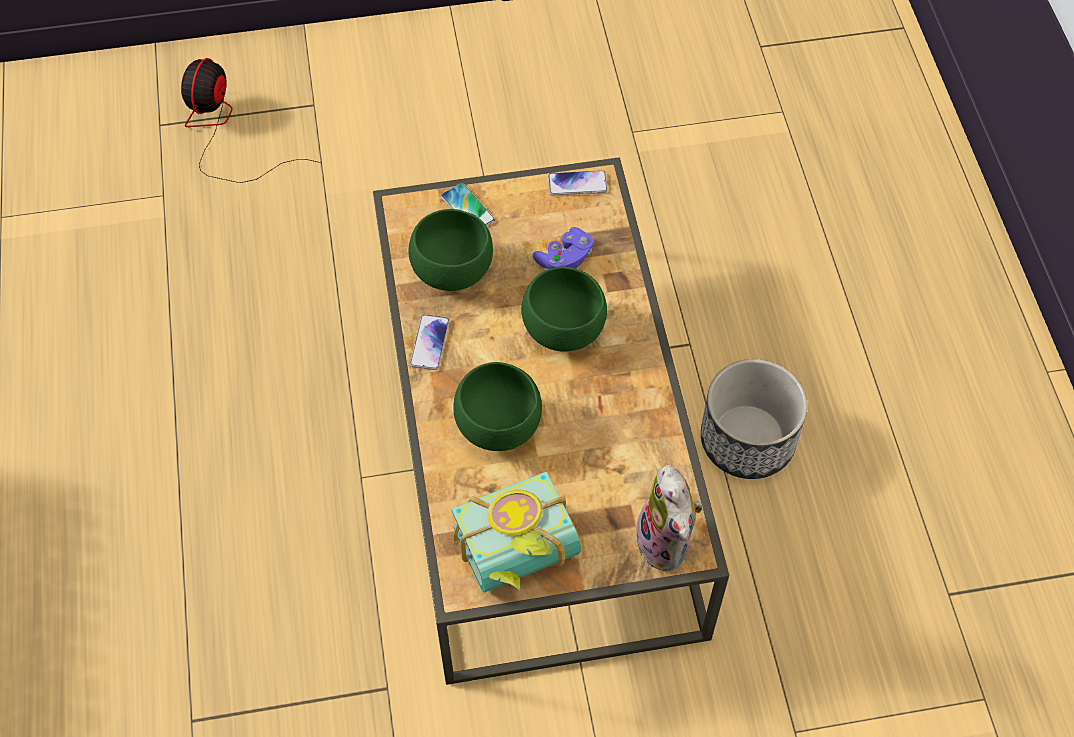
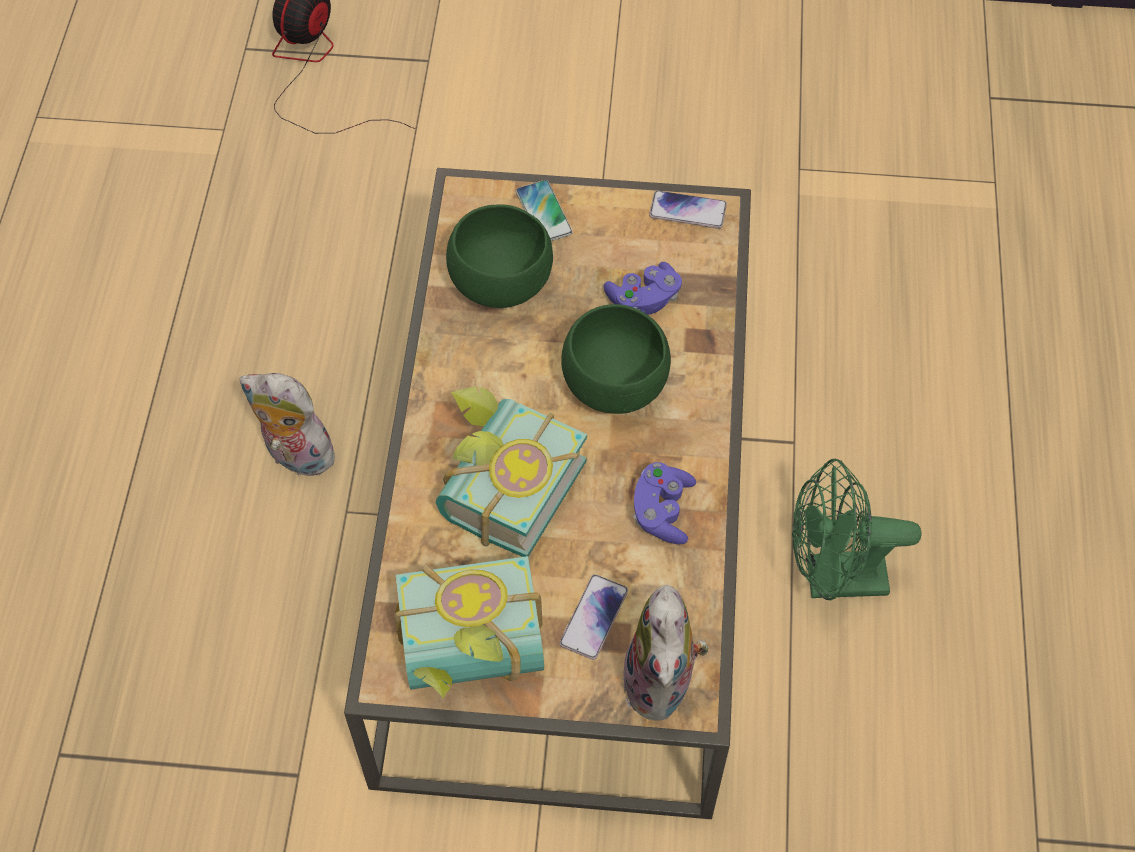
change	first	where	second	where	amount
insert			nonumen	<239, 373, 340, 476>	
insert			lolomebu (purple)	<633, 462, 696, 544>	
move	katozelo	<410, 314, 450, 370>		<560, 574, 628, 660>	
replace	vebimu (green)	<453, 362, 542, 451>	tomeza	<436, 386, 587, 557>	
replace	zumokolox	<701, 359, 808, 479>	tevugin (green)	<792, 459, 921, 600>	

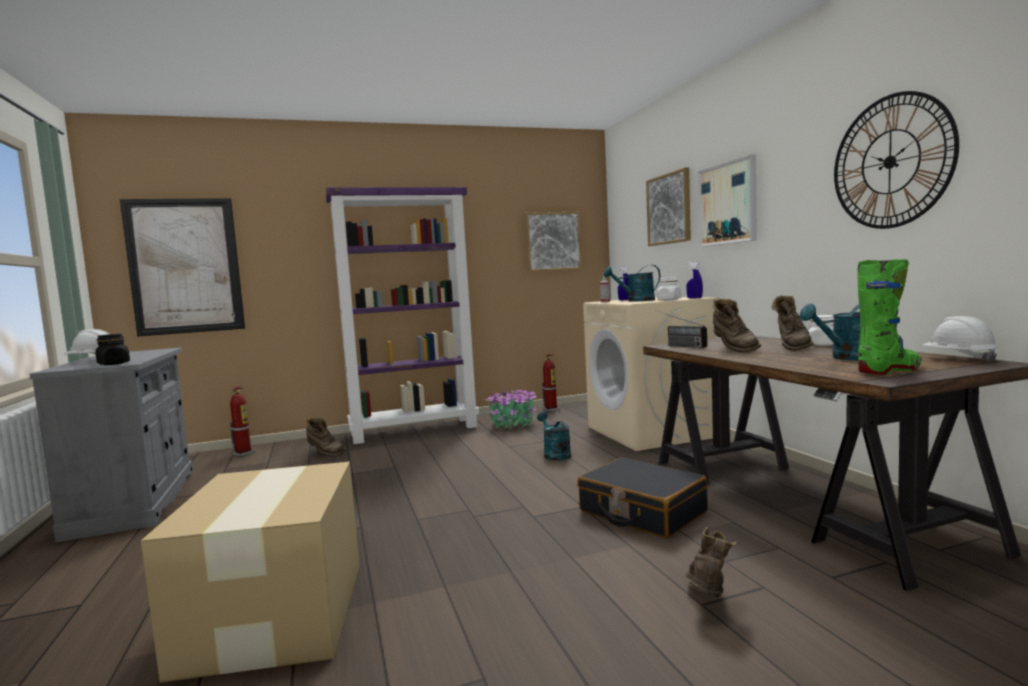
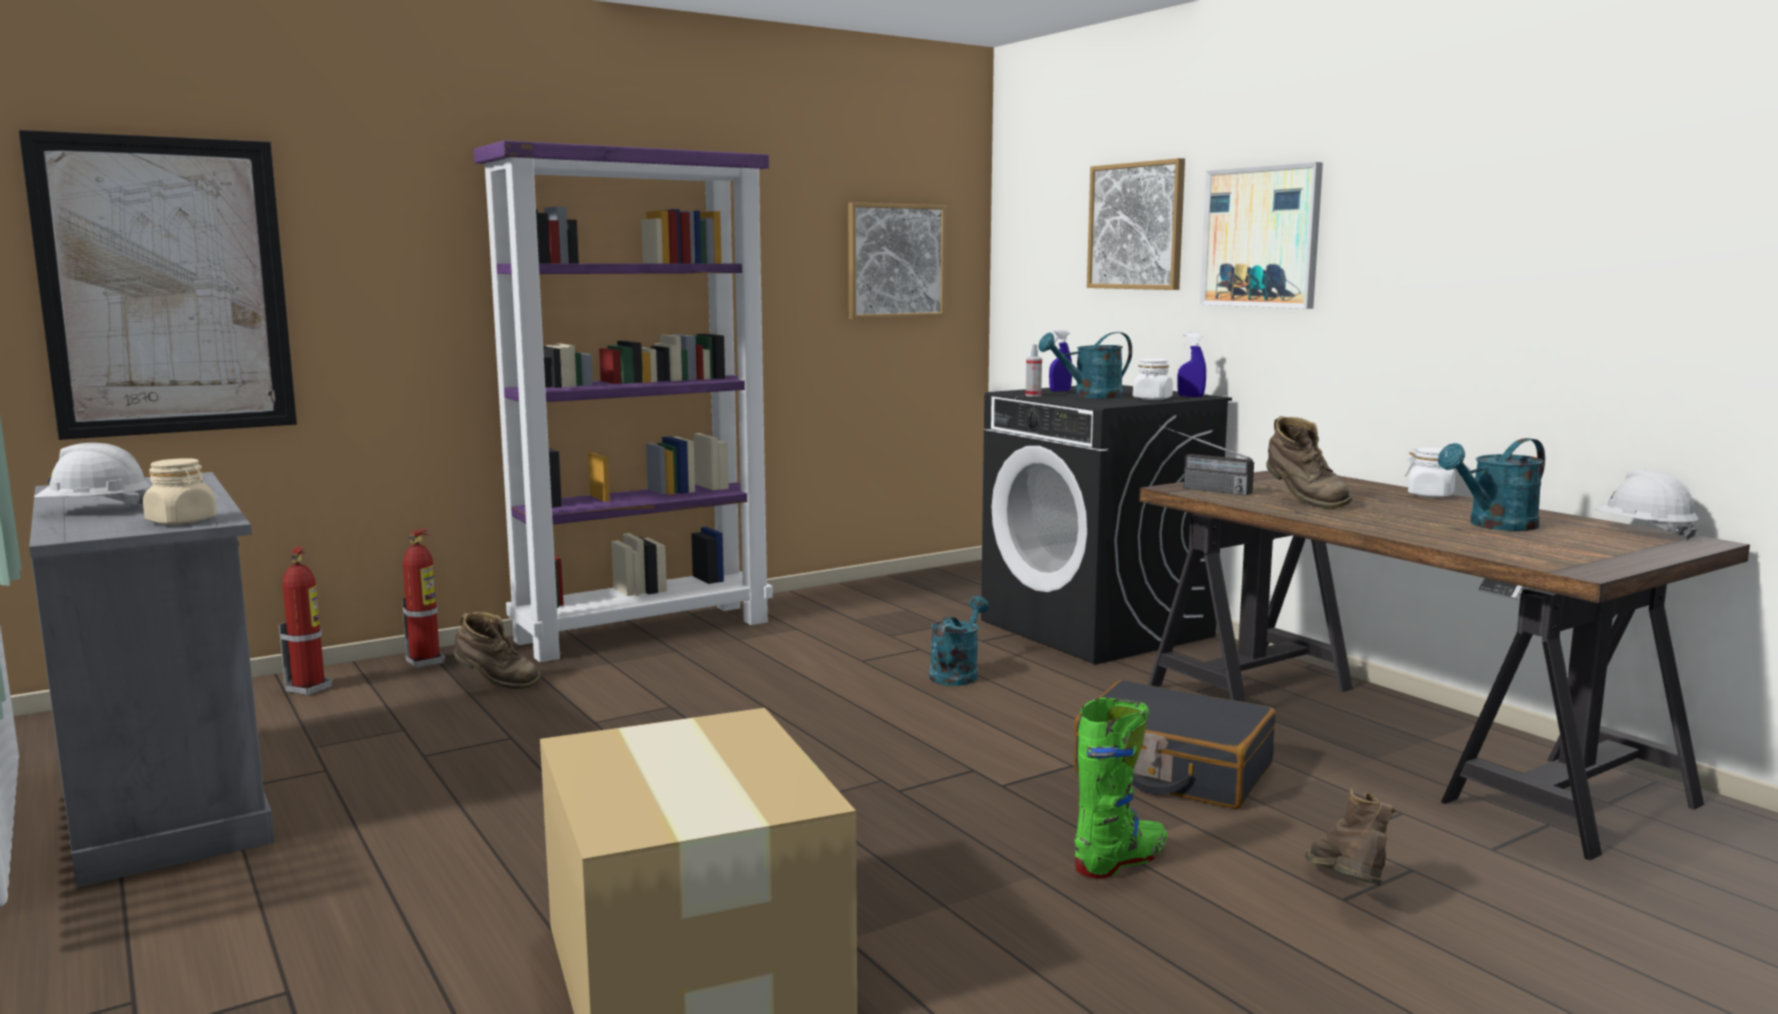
change	first	where	second	where	amount
delete	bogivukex	<485, 388, 537, 429>			
delete	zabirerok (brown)	<771, 295, 814, 351>			
delete	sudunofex	<834, 91, 959, 229>			
move	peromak	<542, 353, 559, 412>		<402, 528, 445, 668>	
move	zabirerok (green)	<857, 259, 922, 375>		<1075, 698, 1167, 879>	
recolor	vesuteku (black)	<96, 334, 130, 365>	vesuteku (beige)	<143, 458, 217, 525>	
recolor	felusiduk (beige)	<583, 297, 719, 451>	felusiduk (black)	<981, 385, 1232, 665>	
rotate	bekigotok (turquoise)	<537, 412, 571, 461>		<929, 596, 989, 686>	60 degrees clockwise

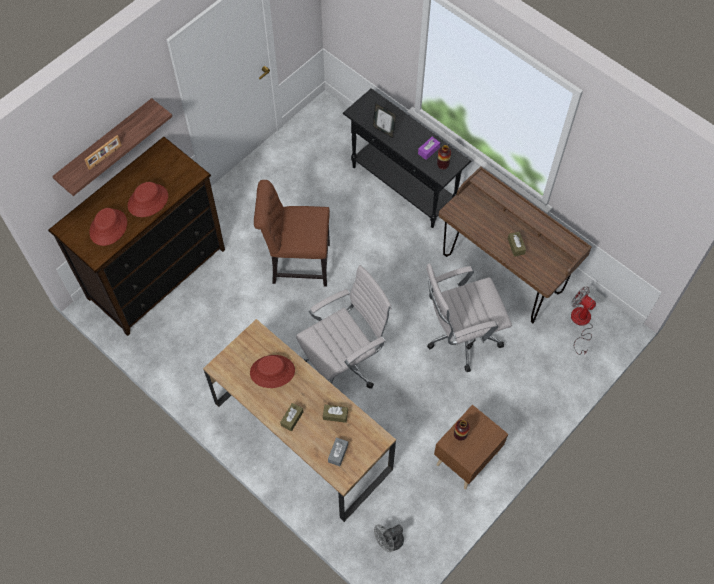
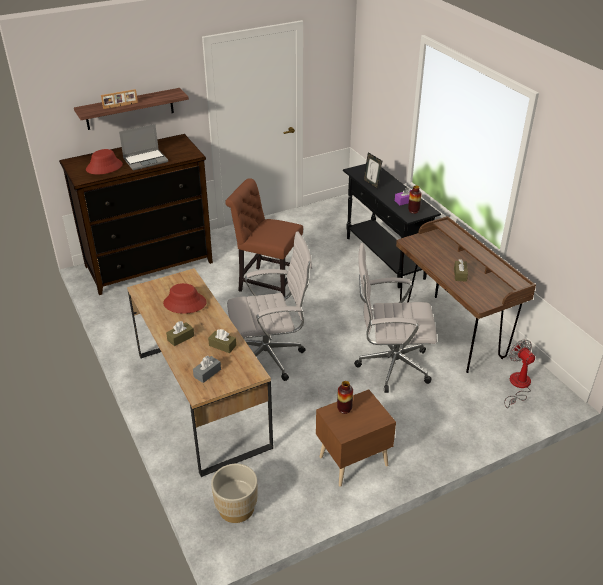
change	first	where	second	where	amount
replace	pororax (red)	<128, 182, 168, 217>	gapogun	<119, 124, 168, 170>	
replace	tevugin (grey)	<374, 524, 404, 552>	zumokolox (beige)	<211, 464, 258, 523>	

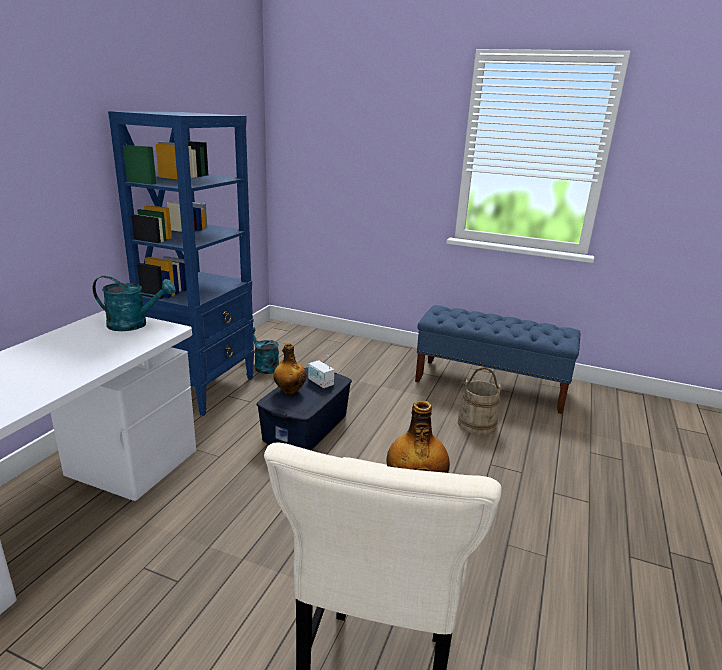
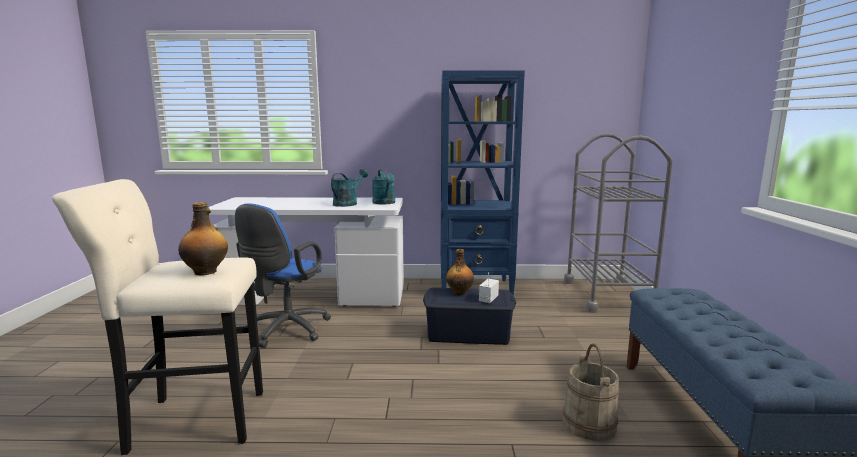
change	first	where	second	where	amount
insert			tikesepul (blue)	<235, 203, 331, 348>	
insert			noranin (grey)	<564, 133, 673, 313>	
move	bekigotok (turquoise)	<253, 327, 279, 374>		<331, 169, 368, 207>	

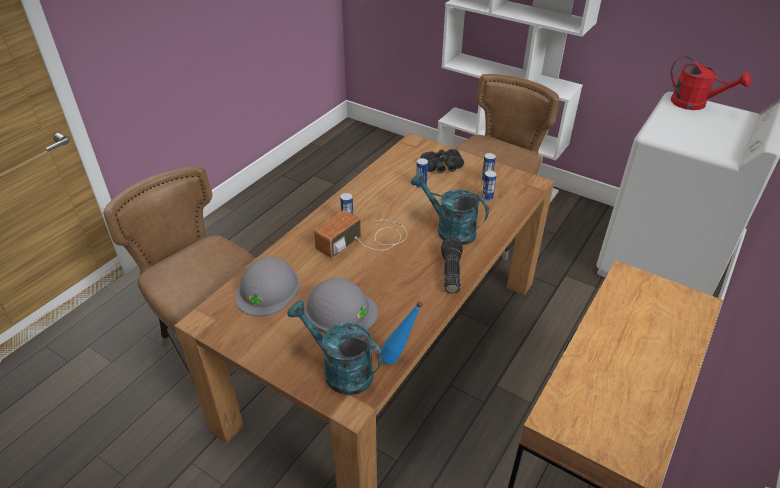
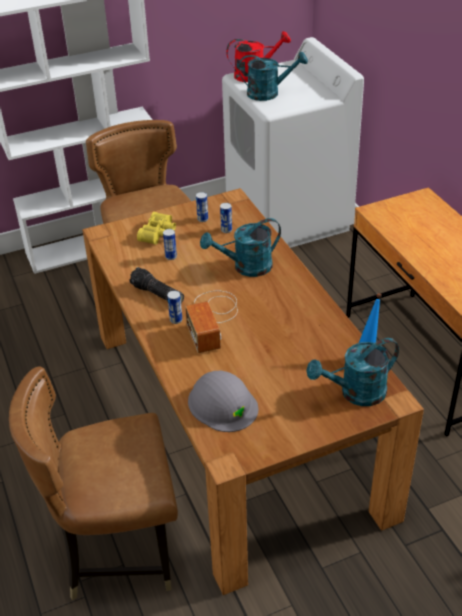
change	first	where	second	where	amount
delete	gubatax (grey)	<305, 278, 378, 331>			
insert			bekigotok (turquoise)	<239, 51, 308, 101>	
move	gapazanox	<441, 237, 463, 294>		<129, 267, 184, 303>	
recolor	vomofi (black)	<420, 149, 464, 173>	vomofi (yellow)	<137, 212, 176, 245>	

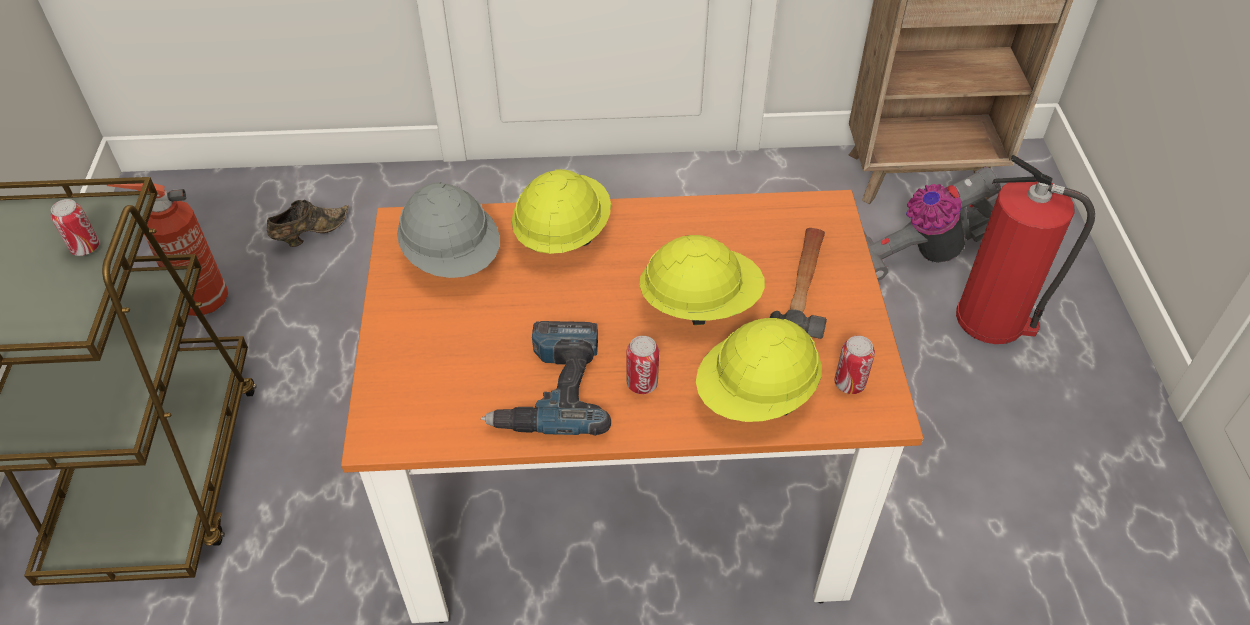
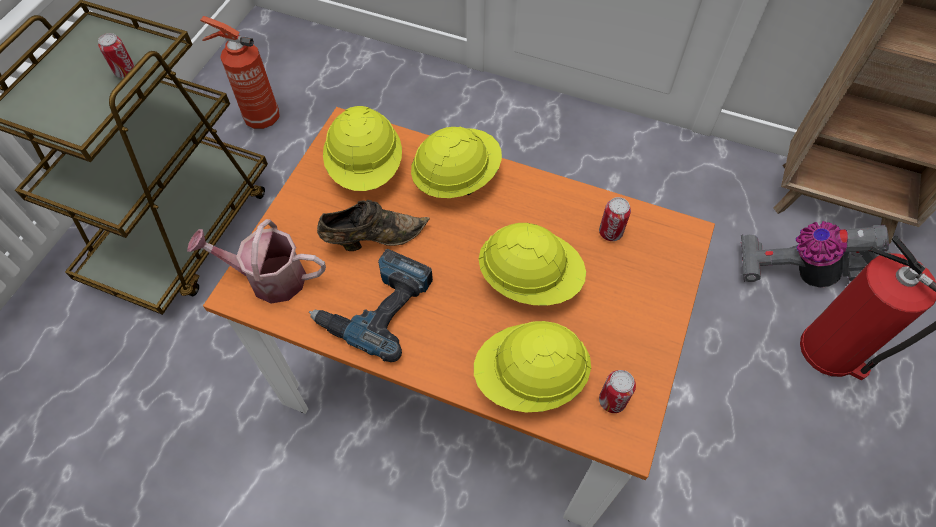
change	first	where	second	where	amount
delete	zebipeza	<770, 228, 827, 339>			
insert			bekigotok	<187, 219, 326, 303>	
move	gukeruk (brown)	<267, 200, 349, 247>		<317, 200, 430, 251>	
move	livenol	<627, 336, 659, 394>		<599, 197, 631, 241>	
recolor	gubatax (grey)	<397, 182, 500, 278>	gubatax (yellow)	<323, 106, 402, 191>	

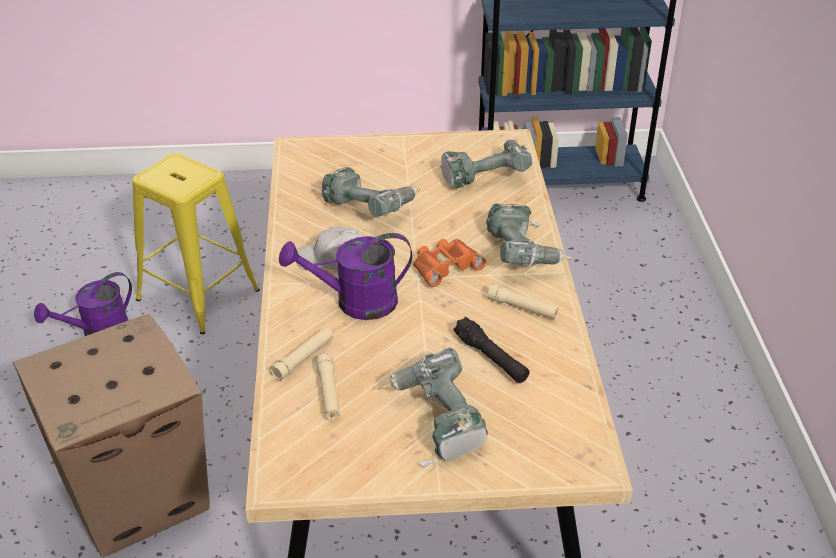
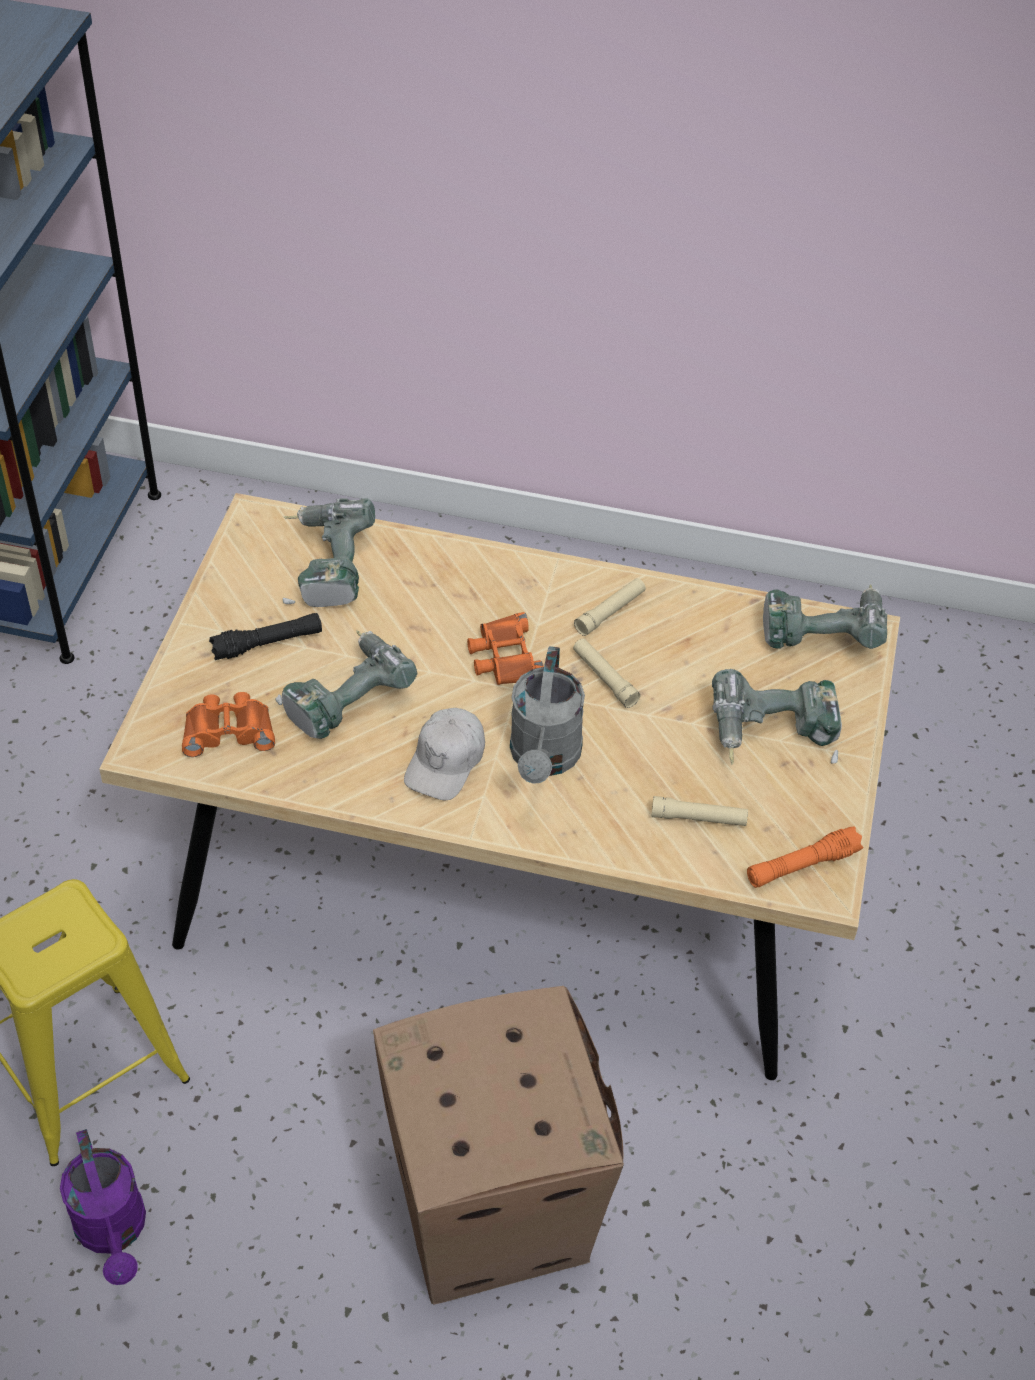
change	first	where	second	where	amount
insert			vomofi (orange)	<182, 692, 275, 757>	
insert			gapazanox (orange)	<747, 826, 864, 888>	
move	gapazanox (beige)	<270, 327, 333, 381>		<573, 638, 641, 708>	
move	gapazanox (black)	<453, 317, 530, 383>		<209, 613, 322, 660>	
move	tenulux	<486, 203, 575, 266>		<763, 585, 887, 649>	
recolor	bekigotok (purple)	<279, 233, 412, 320>	bekigotok (grey)	<510, 646, 585, 784>	

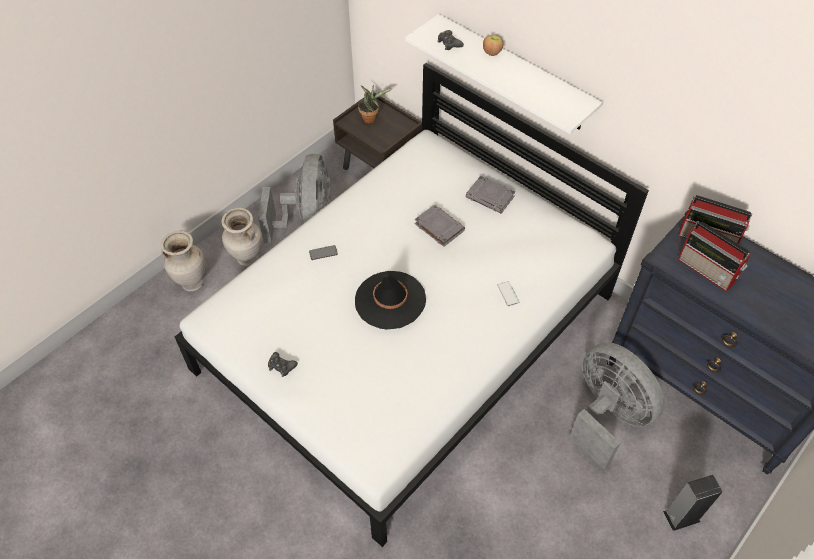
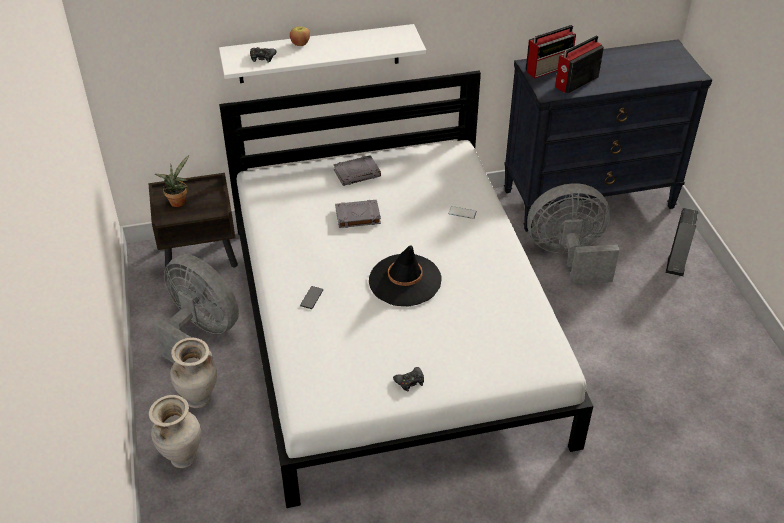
change	first	where	second	where	amount
rotate	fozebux	<678, 221, 751, 292>		<555, 35, 604, 94>	150 degrees clockwise

